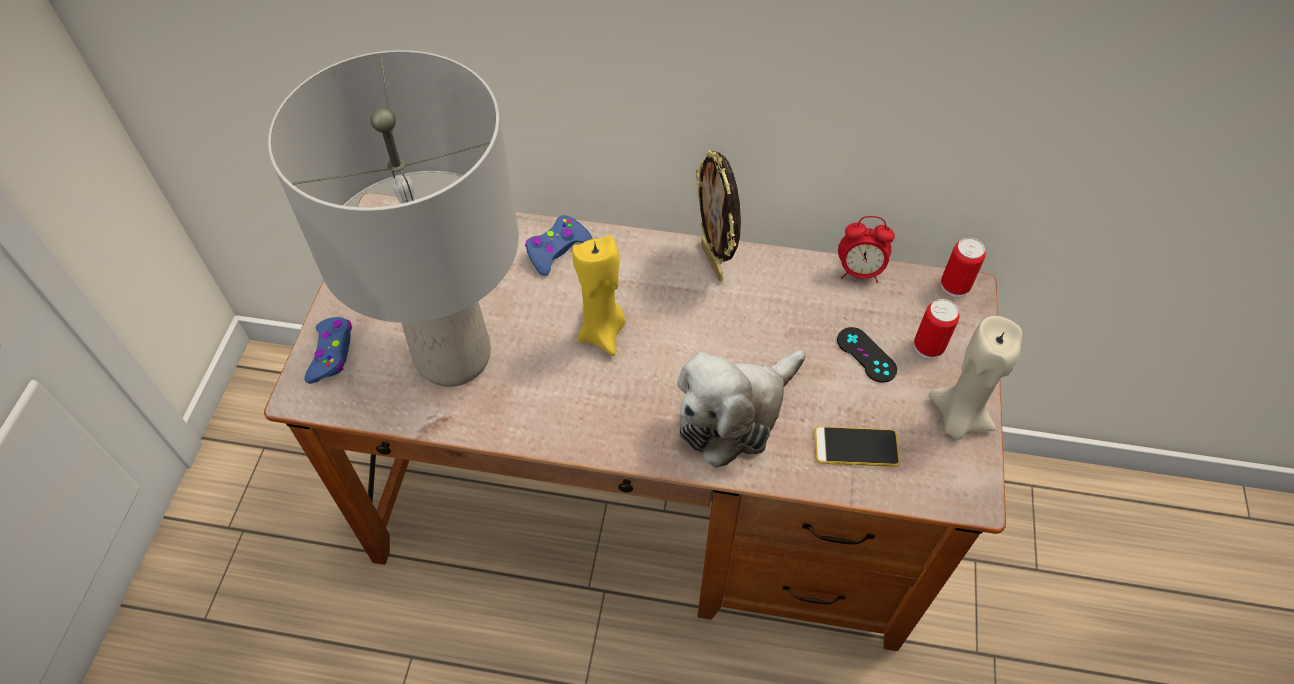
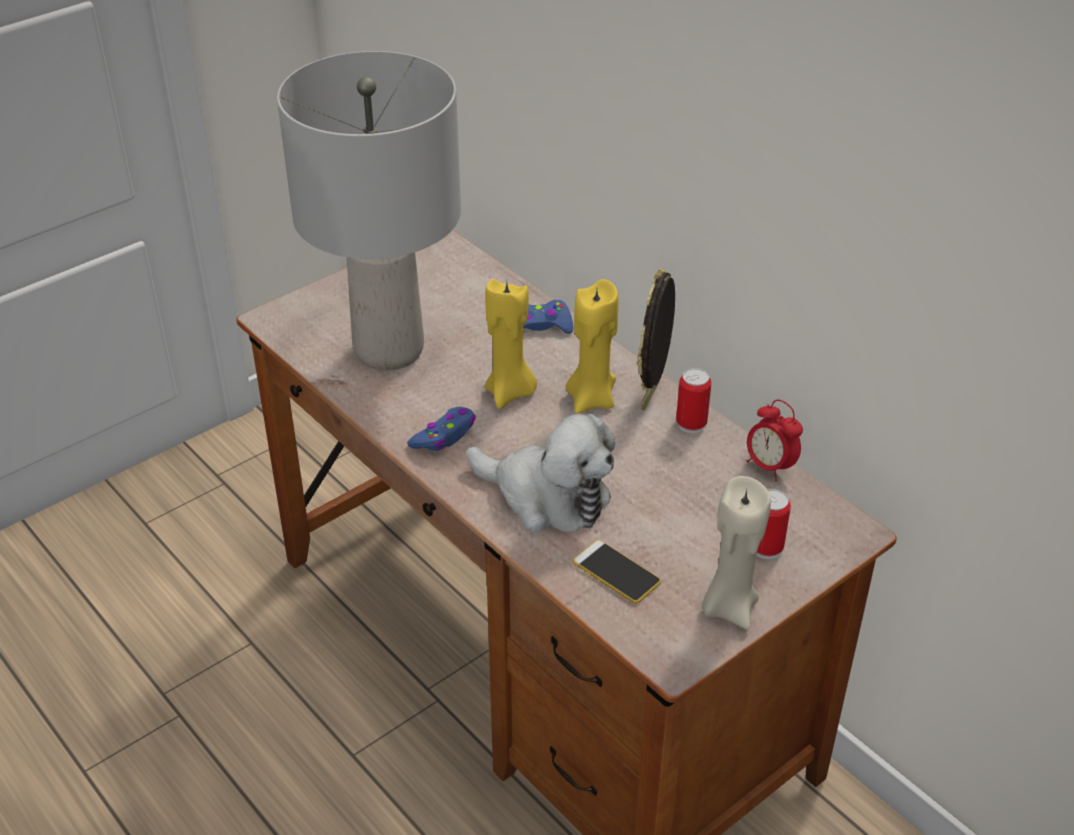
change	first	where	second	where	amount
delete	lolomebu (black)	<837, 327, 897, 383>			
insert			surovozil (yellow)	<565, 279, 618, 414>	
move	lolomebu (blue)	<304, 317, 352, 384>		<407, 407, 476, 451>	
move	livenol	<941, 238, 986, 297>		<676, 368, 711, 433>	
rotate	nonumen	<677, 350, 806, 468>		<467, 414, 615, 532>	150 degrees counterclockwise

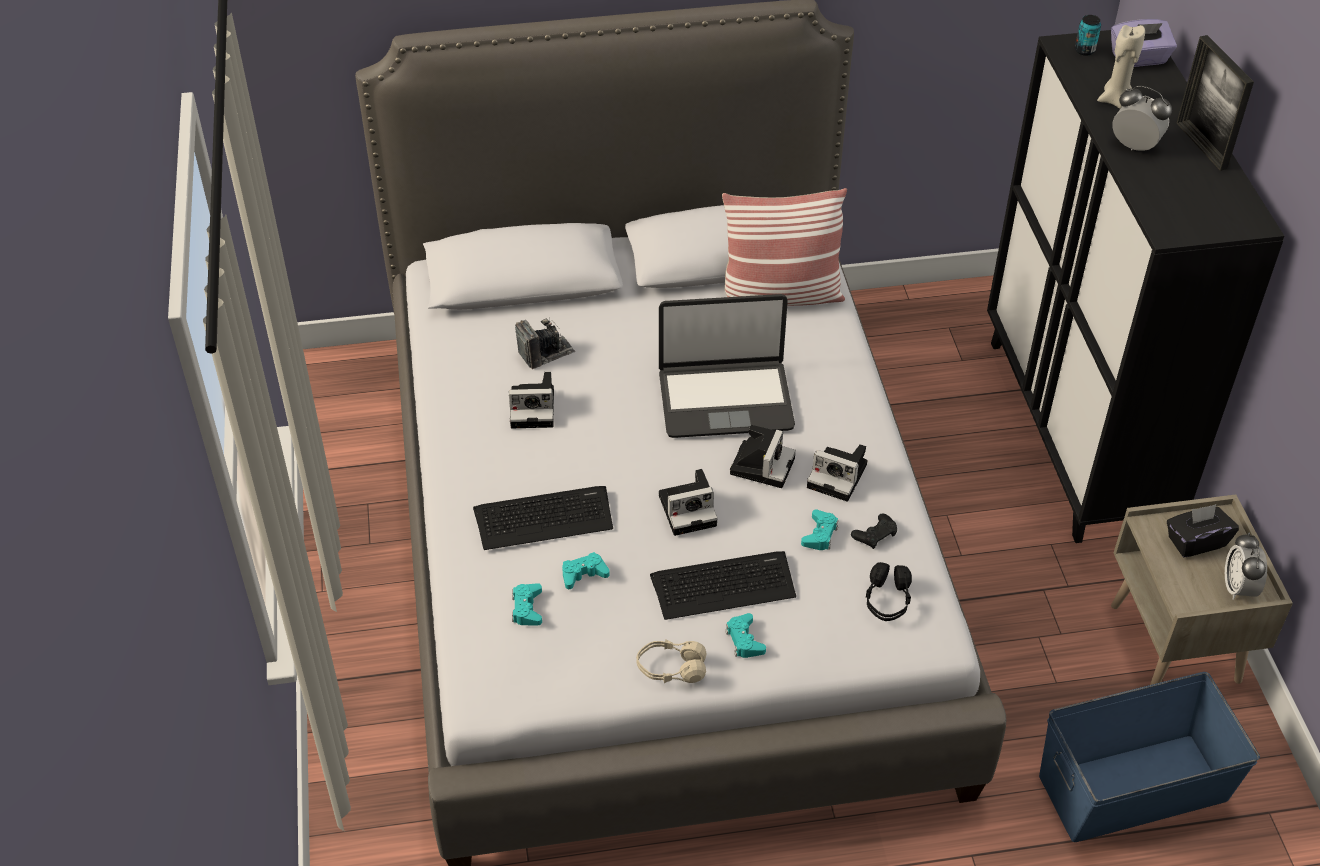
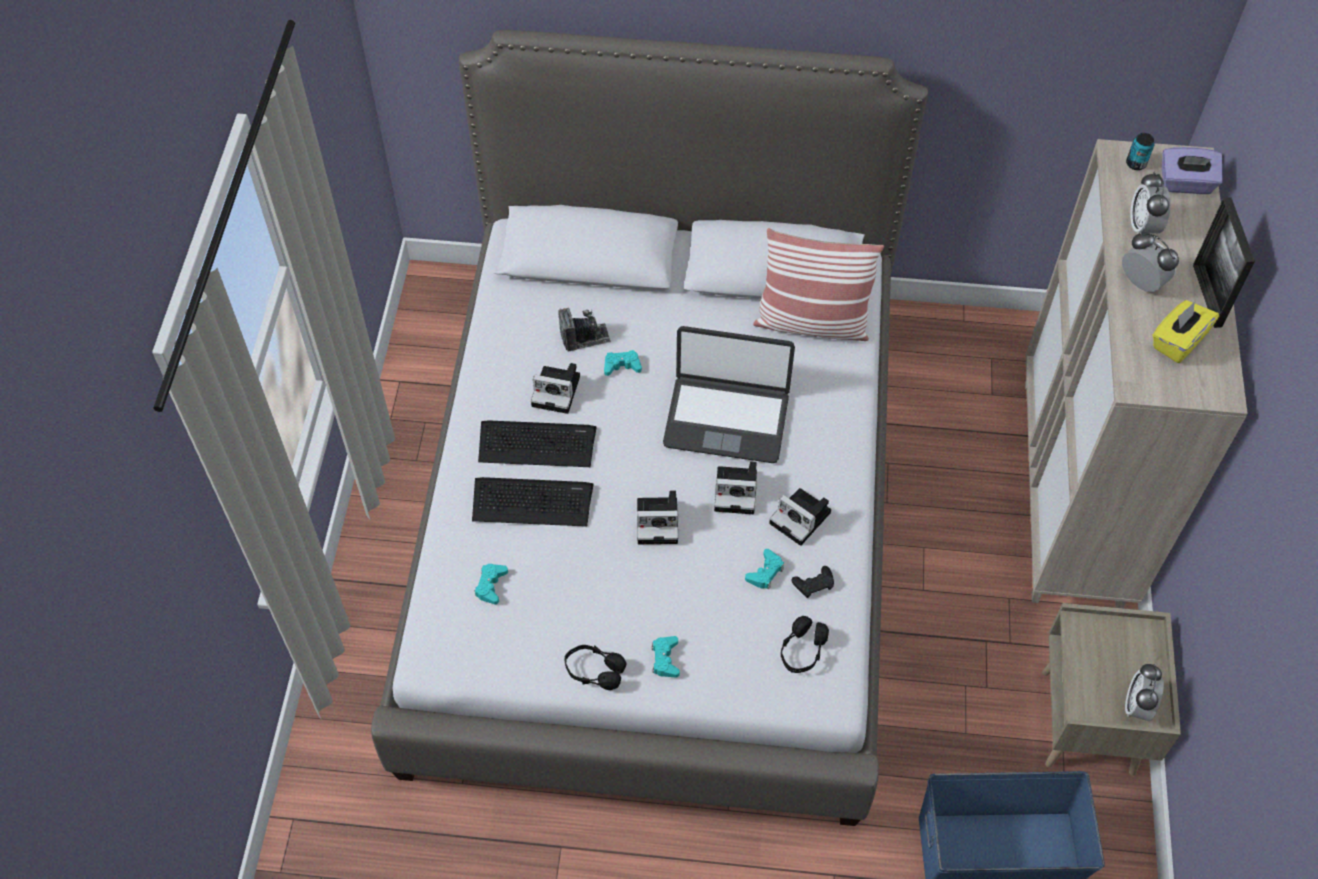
change	first	where	second	where	amount
delete	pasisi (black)	<1167, 504, 1239, 558>			
insert			pasisi (yellow)	<1153, 300, 1219, 363>	
move	lolomebu (turquoise)	<562, 552, 610, 589>		<604, 350, 642, 376>	
move	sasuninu	<650, 551, 796, 620>		<478, 420, 597, 467>	
replace	surovozil (beige)	<1097, 25, 1145, 109>	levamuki	<1130, 172, 1171, 234>	
recolor	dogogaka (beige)	<636, 639, 706, 683>	dogogaka (black)	<565, 645, 627, 690>	
recolor	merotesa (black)	<987, 30, 1284, 543>	merotesa (beige)	<1025, 139, 1248, 608>	
rotate	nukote	<730, 425, 796, 488>		<714, 461, 757, 514>	60 degrees clockwise

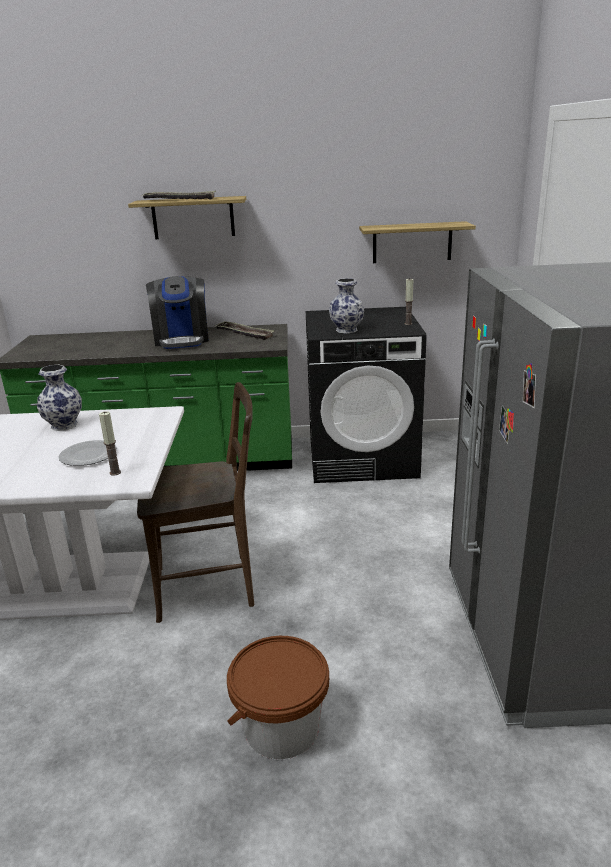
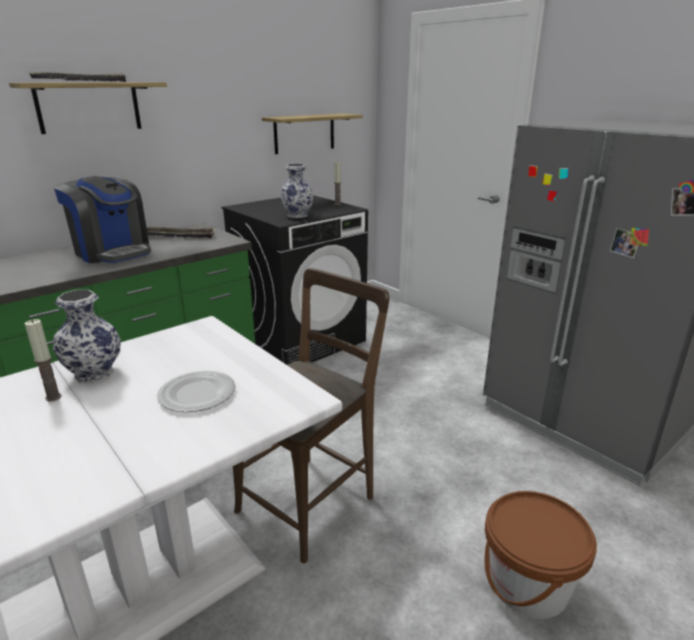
change	first	where	second	where	amount
move	surovozil	<99, 411, 121, 476>		<25, 319, 62, 401>	

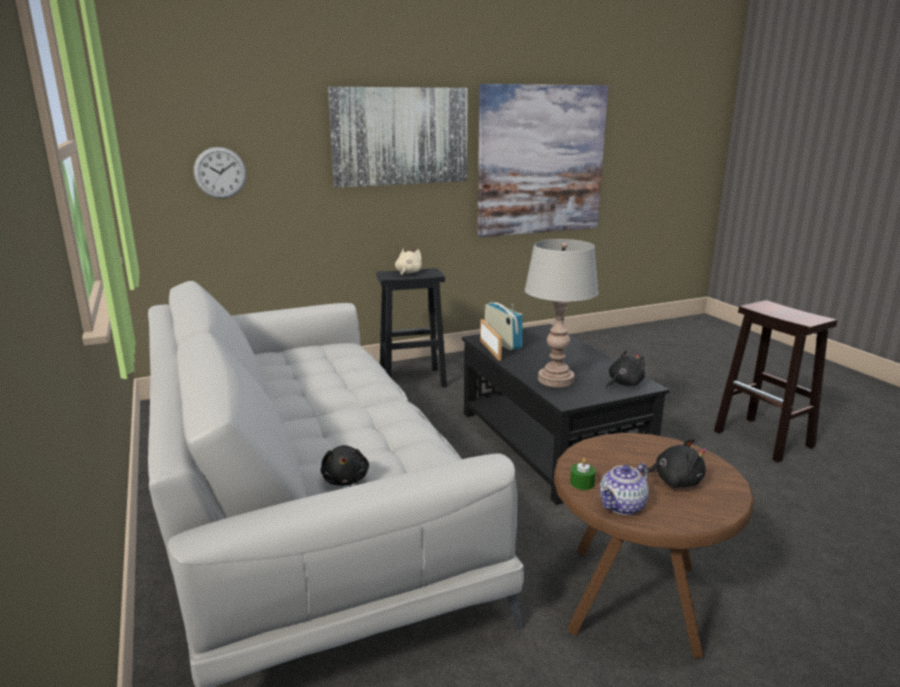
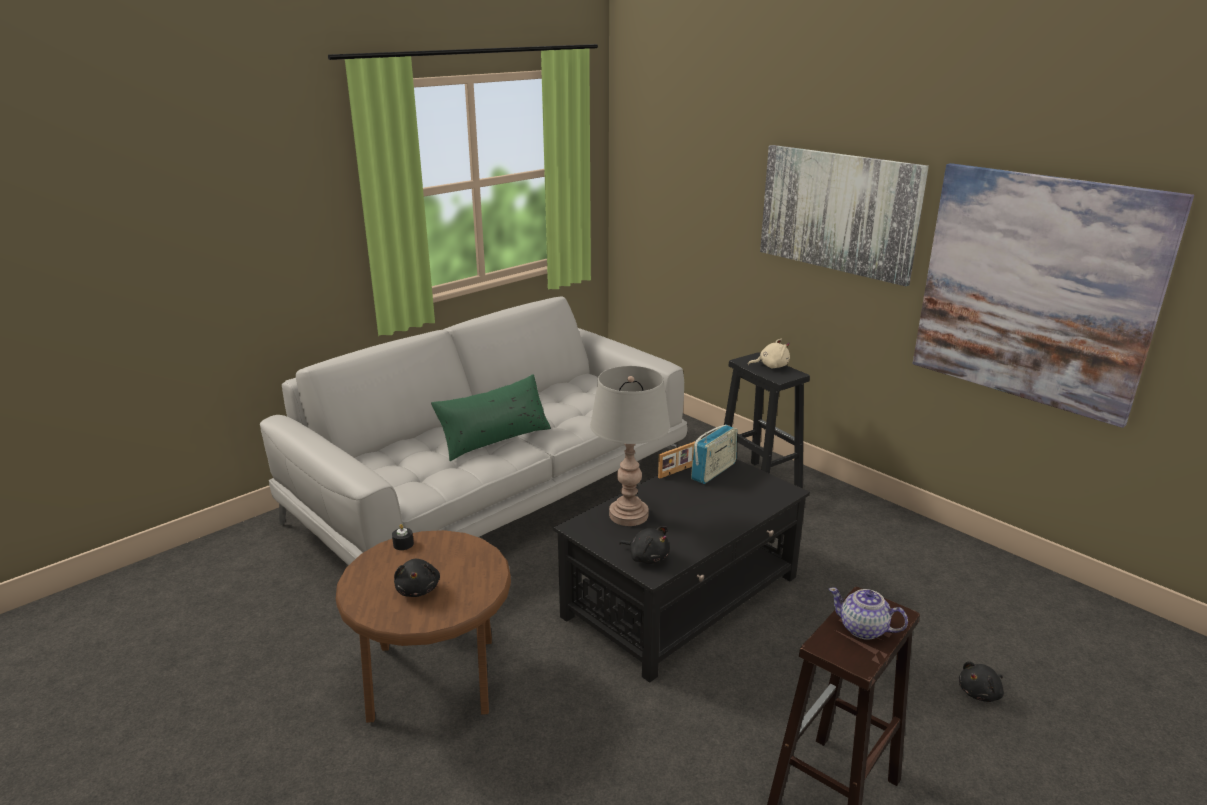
change	first	where	second	where	amount
delete	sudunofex	<193, 147, 246, 199>			
insert			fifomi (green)	<431, 374, 551, 461>	
move	nonumen (black)	<321, 445, 369, 486>		<959, 661, 1004, 702>	
move	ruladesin	<600, 463, 649, 515>		<828, 587, 908, 640>	
recolor	surovozil (green)	<570, 458, 596, 490>	surovozil (black)	<392, 524, 414, 550>	

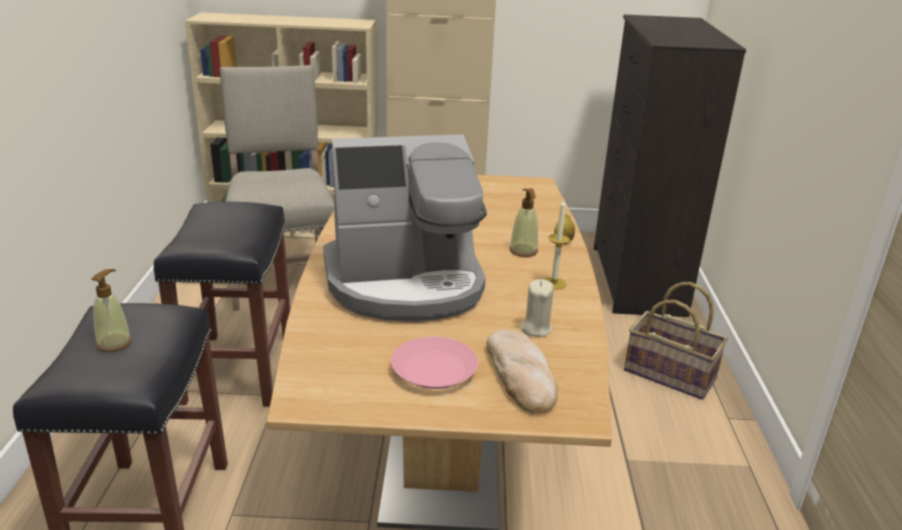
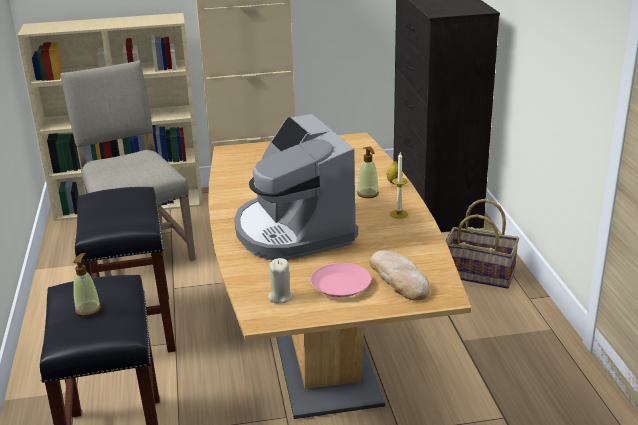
change	first	where	second	where	amount
move	surovozil (beige)	<521, 279, 554, 337>		<268, 258, 293, 303>	
rotate	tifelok	<323, 134, 487, 322>		<234, 114, 358, 260>	90 degrees clockwise

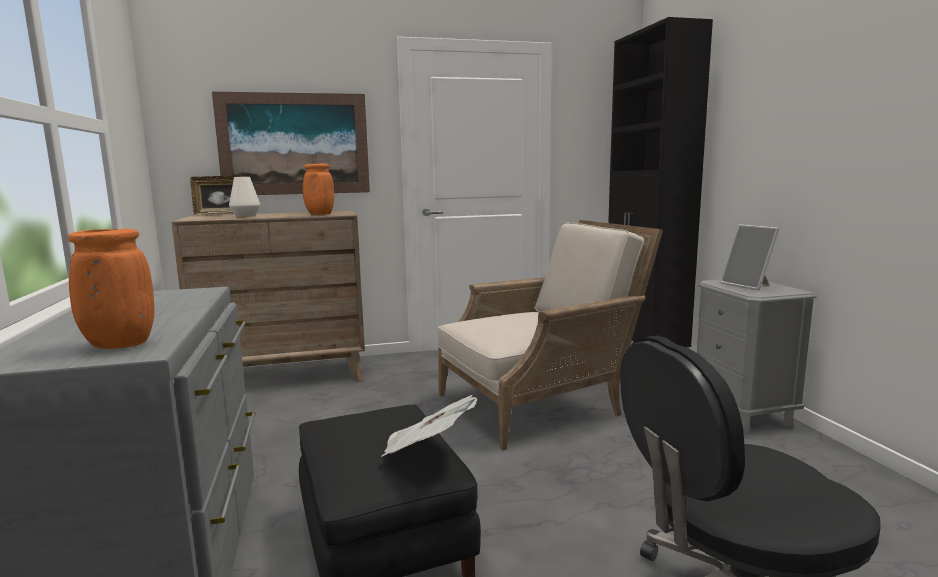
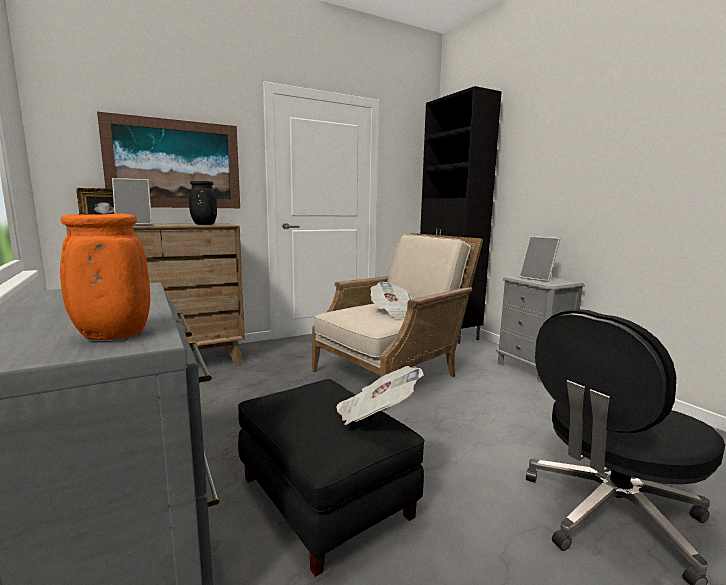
change	first	where	second	where	amount
insert			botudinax	<370, 282, 412, 319>	
replace	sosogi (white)	<229, 177, 260, 217>	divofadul	<112, 178, 152, 225>	
recolor	sosogi (orange)	<303, 163, 334, 215>	sosogi (black)	<189, 181, 217, 225>	

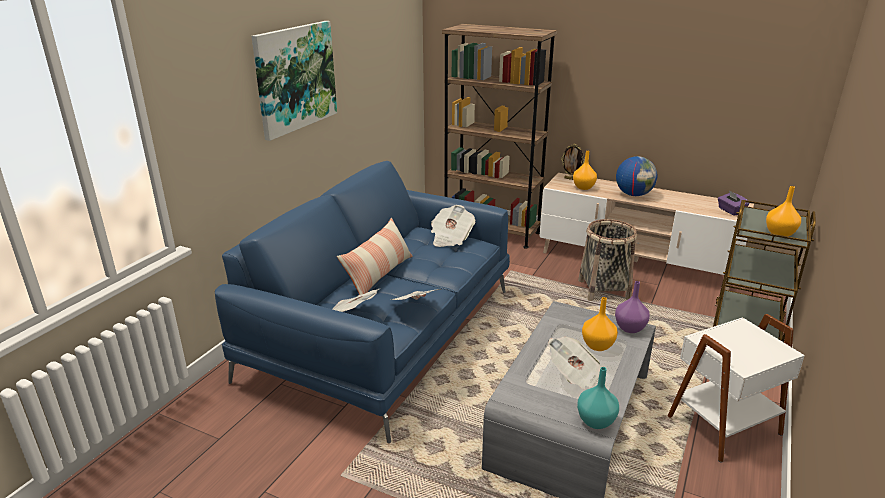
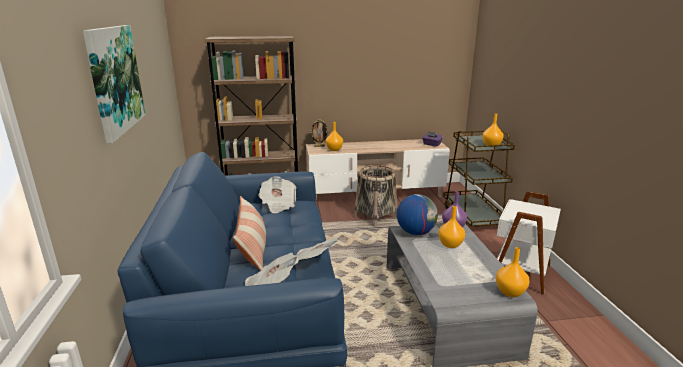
change	first	where	second	where	amount
delete	botudinax	<548, 337, 607, 389>			
move	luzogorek	<616, 156, 658, 196>		<397, 194, 438, 235>	
recolor	sosogi (turquoise)	<577, 367, 619, 429>	sosogi (orange)	<496, 247, 529, 297>	

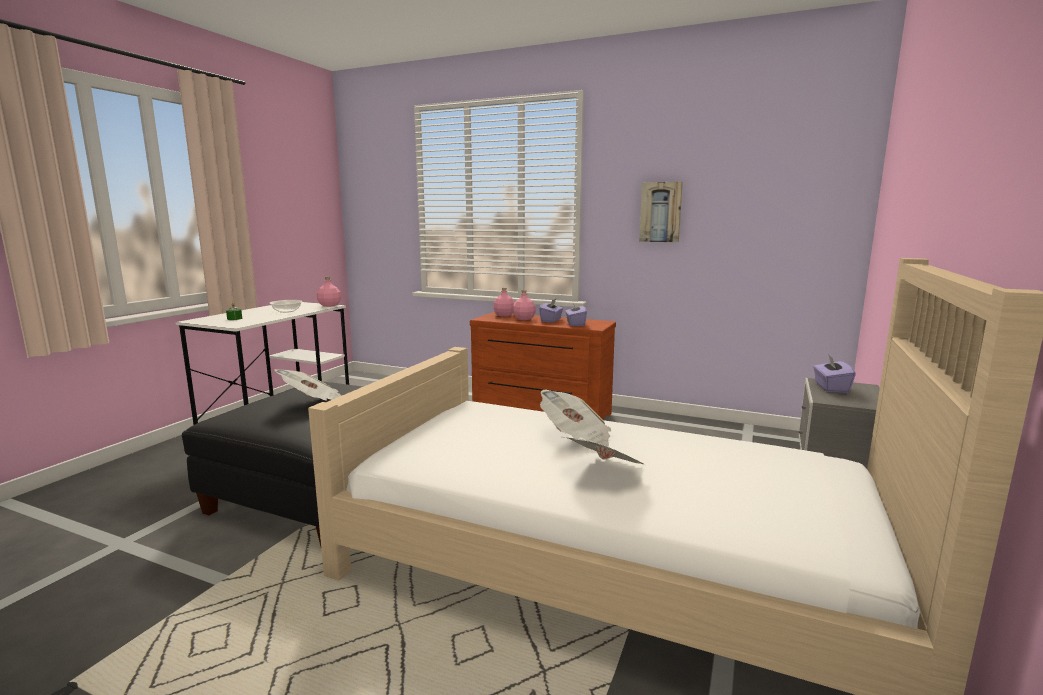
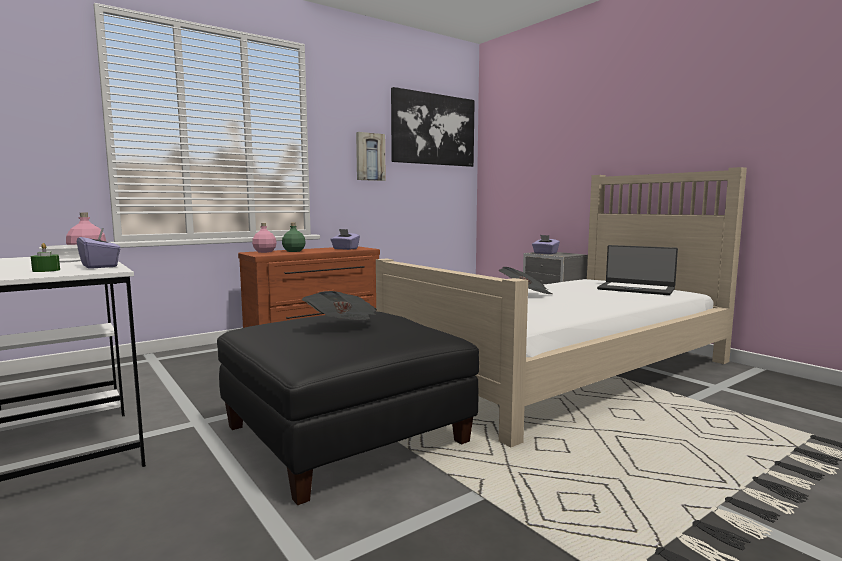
change	first	where	second	where	amount
delete	botudinax	<562, 437, 644, 465>			
insert			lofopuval	<391, 87, 475, 167>	
insert			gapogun	<597, 245, 678, 295>	
move	pasisi (purple)	<539, 298, 563, 322>		<77, 228, 121, 269>	
recolor	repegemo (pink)	<512, 290, 536, 320>	repegemo (green)	<282, 223, 306, 252>	

